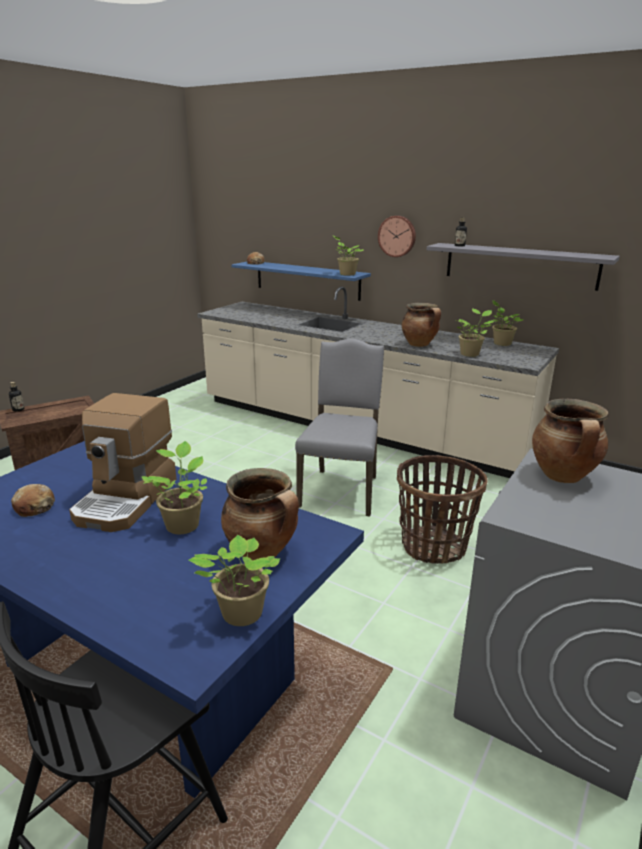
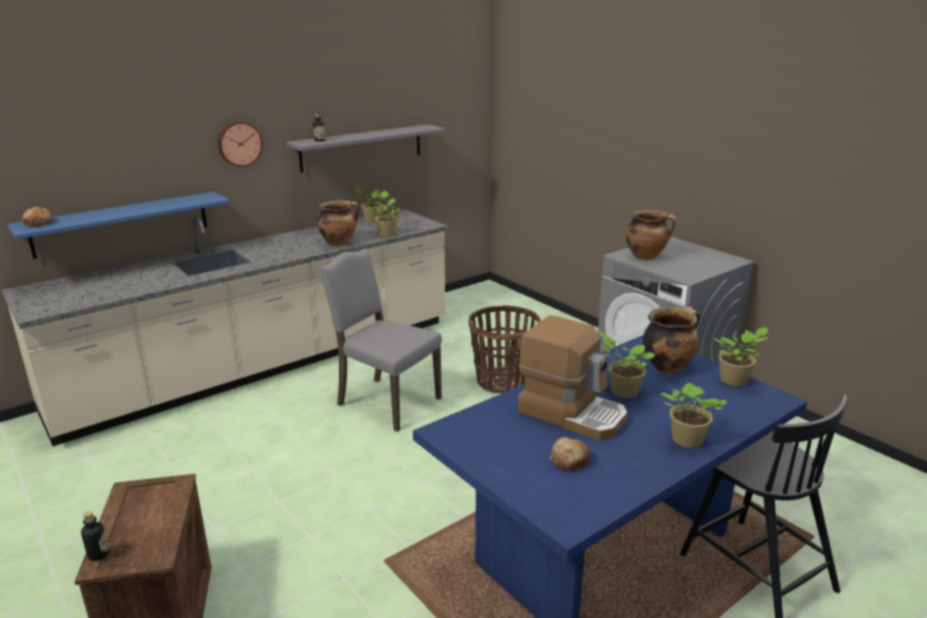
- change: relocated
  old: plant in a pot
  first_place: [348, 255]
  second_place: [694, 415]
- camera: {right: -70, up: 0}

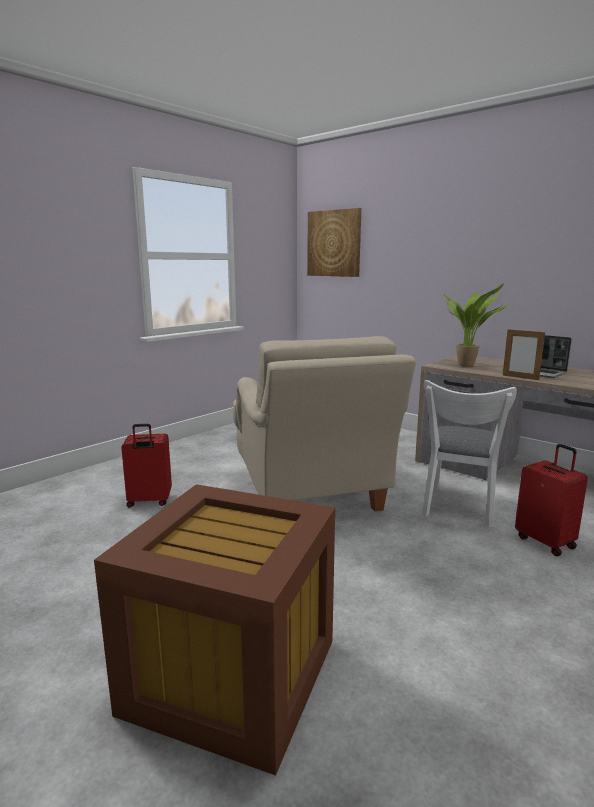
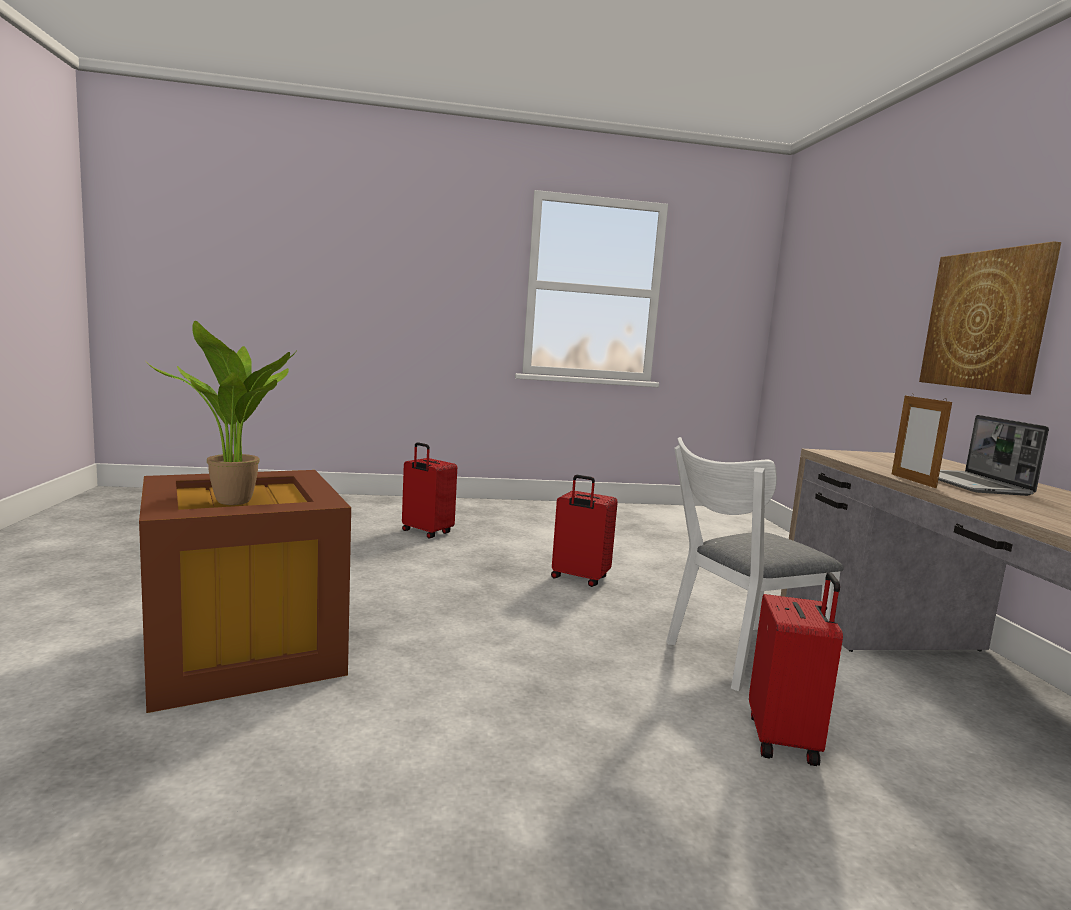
- change: relocated
  old: plant in a pot
  first_place: [475, 325]
  second_place: [222, 413]
- change: exchanged
  old: lounge chair in sand-coloured
  new: suitcase in reddish
  first_place: [324, 423]
  second_place: [584, 531]
- change: relocated
  old: wall picture
  first_place: [334, 242]
  second_place: [990, 318]
- camera: {right: 40, up: -5}

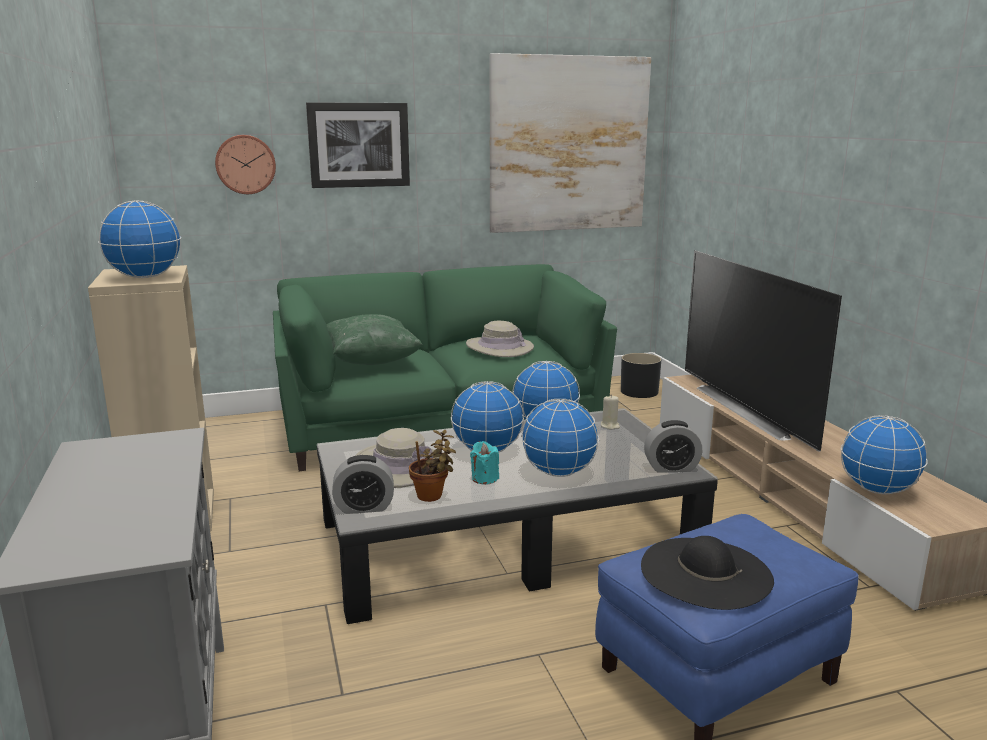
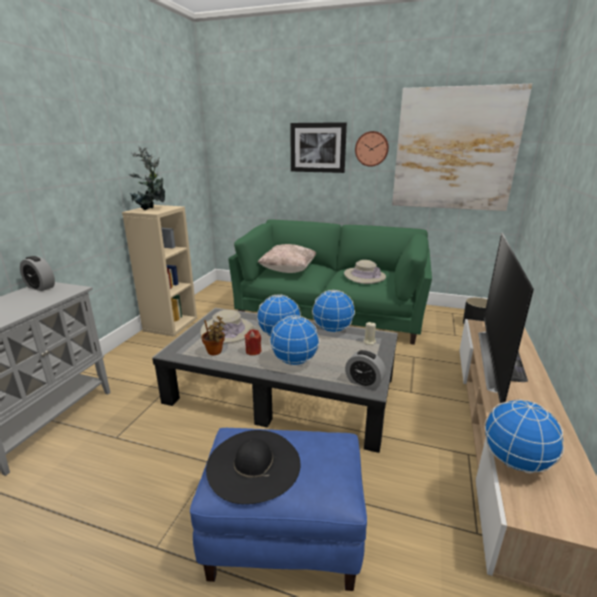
- change: relocated
  old: alarm clock
  first_place: [363, 484]
  second_place: [37, 273]
- change: exchanged
  old: desk globe
  new: plant in a pot
  first_place: [139, 239]
  second_place: [147, 178]
- change: colour
  old: wax light in turquoise
  new: wax light in reddish
  first_place: [484, 462]
  second_place: [253, 342]
- change: colour
  old: cushion in green-coloured
  new: cushion in sand-coloured
  first_place: [374, 339]
  second_place: [286, 258]
- change: relocated
  old: hanging clock
  first_place: [245, 164]
  second_place: [372, 149]
- camera: {right: 35, up: 5}

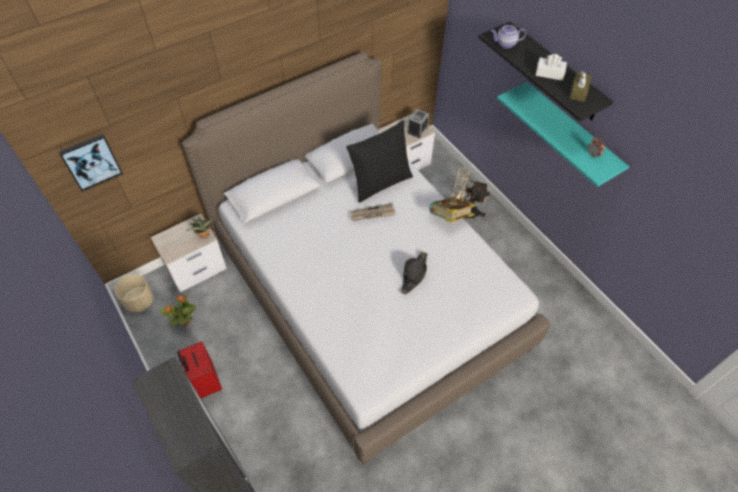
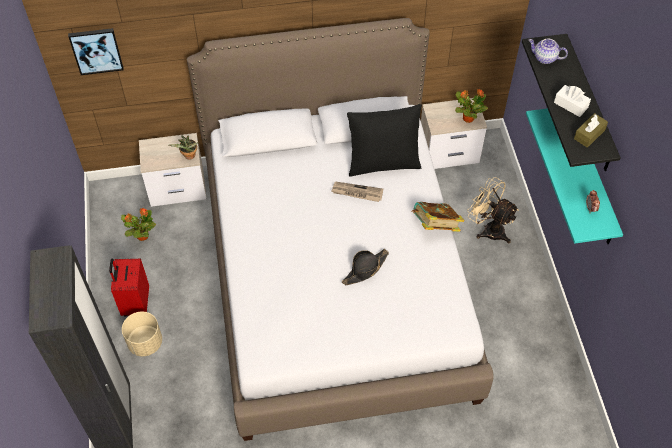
- change: relocated
  old: plant pot in sand-coloured
  first_place: [134, 293]
  second_place: [142, 334]
- change: exchanged
  old: alarm clock
  new: plant in a pot
  first_place: [418, 123]
  second_place: [471, 106]
- camera: {right: 25, up: 0}

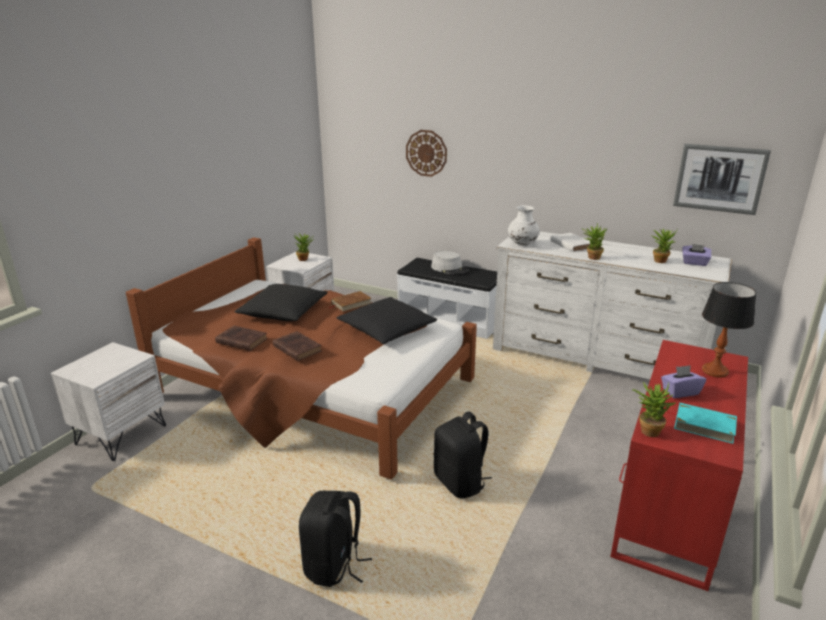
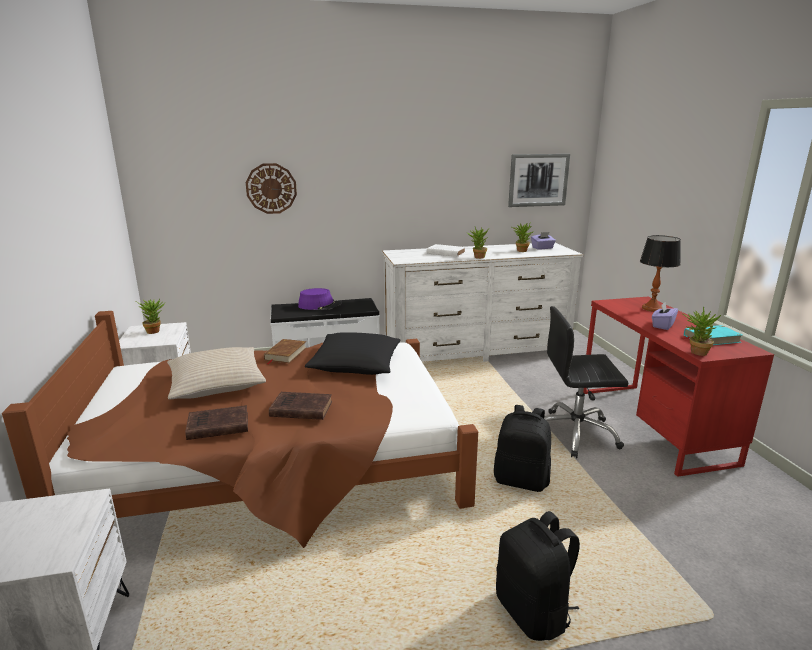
- change: colour
  old: cushion in black
  new: cushion in sand-coloured
  first_place: [281, 302]
  second_place: [216, 373]
- change: colour
  old: wearable hat in gray
  new: wearable hat in purple
  first_place: [450, 263]
  second_place: [320, 299]
- change: appeared
  new: office chair in black
  second_place: [586, 382]
- change: missing
  old: vase in white-coloured
  first_place: [524, 225]
- camera: {right: -40, up: -5}

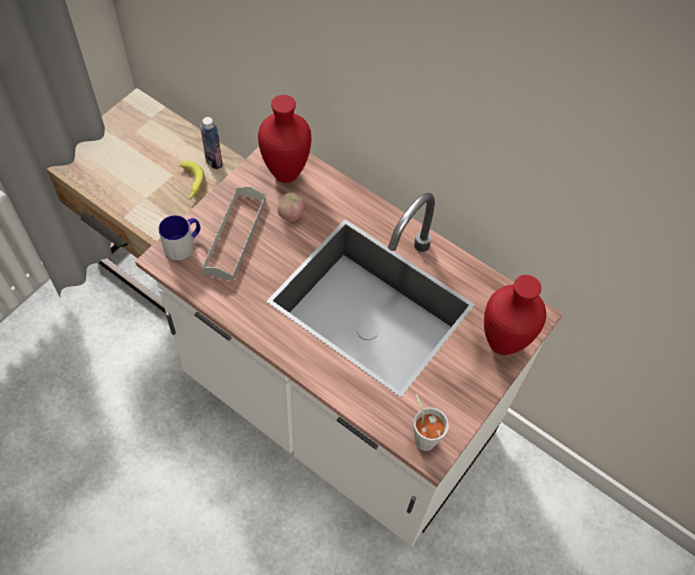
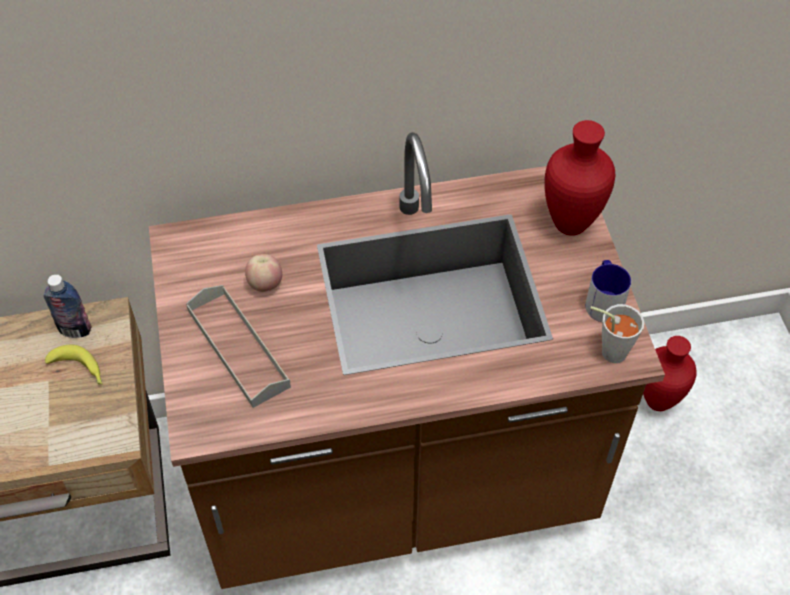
- change: colour
  old: kitchen counter in white-coloured
  new: kitchen counter in brown
  first_place: [349, 347]
  second_place: [407, 360]
- change: relocated
  old: coffee mug
  first_place: [179, 237]
  second_place: [608, 291]
- change: relocated
  old: vase in reddish
  first_place: [284, 139]
  second_place: [670, 373]
- camera: {right: -45, up: -5}

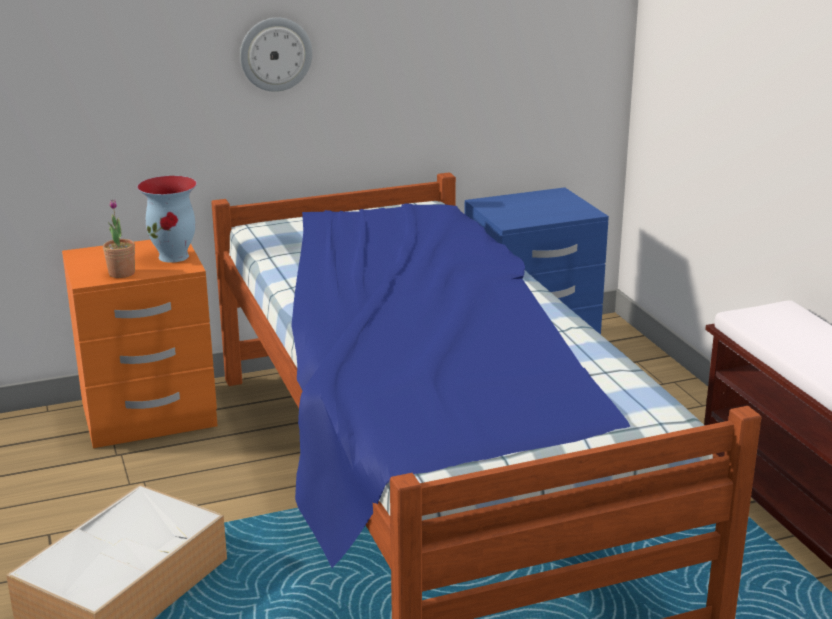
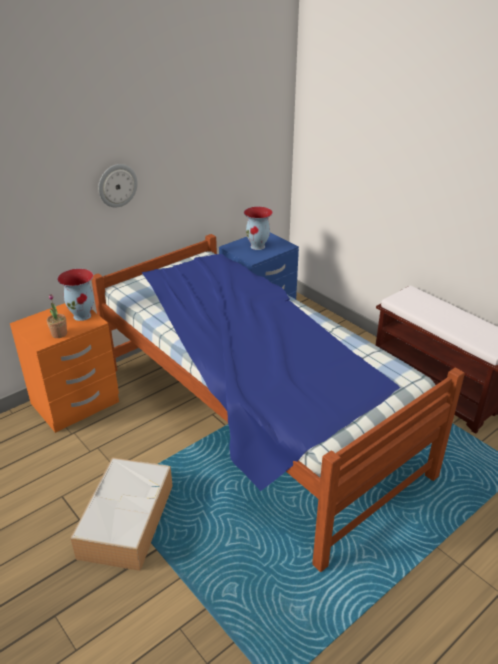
- change: appeared
  new: vase
  second_place: [258, 228]
- camera: {right: -20, up: 10}

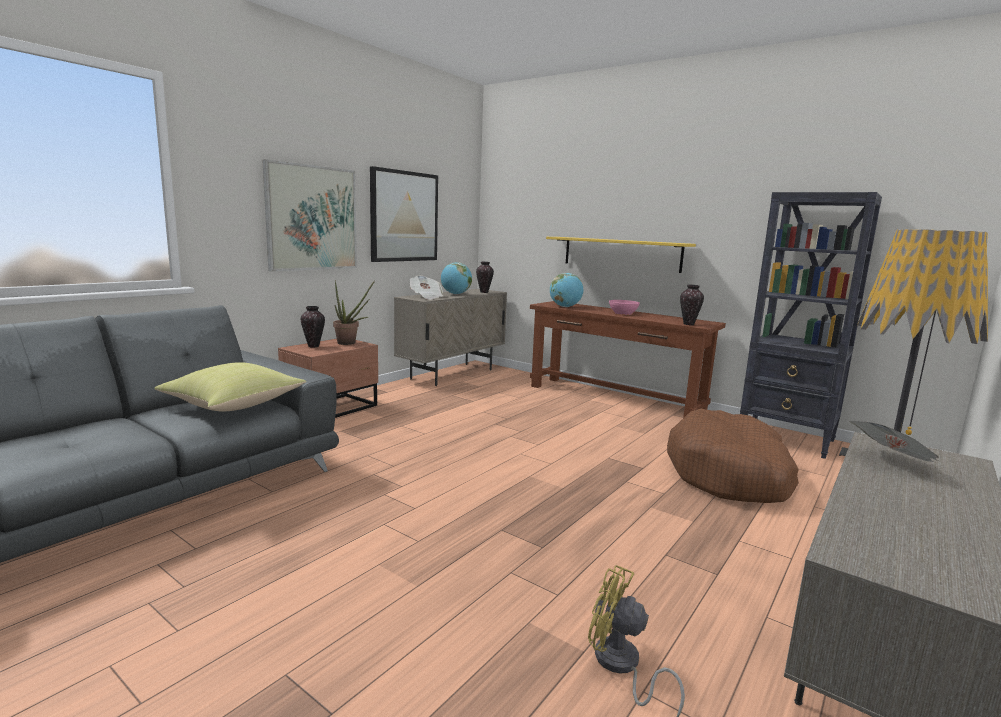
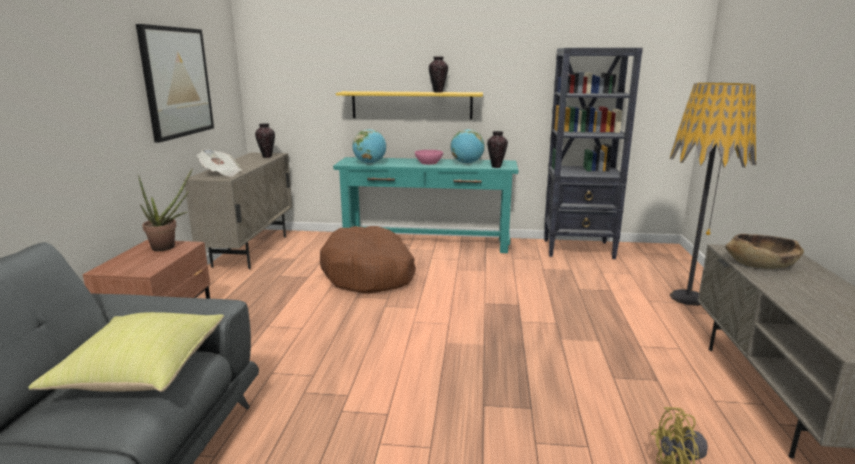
- change: relocated
  old: pet bed in brown
  first_place: [733, 456]
  second_place: [368, 260]
- change: colour
  old: hall table in brown
  new: hall table in turquoise
  first_place: [628, 359]
  second_place: [425, 205]
- change: relocated
  old: vase
  first_place: [313, 326]
  second_place: [438, 74]
- change: relocated
  old: desk globe
  first_place: [456, 278]
  second_place: [467, 146]
- change: exchanged
  old: newspaper
  new: bowl in brown
  first_place: [894, 441]
  second_place: [764, 251]
- change: missing
  old: wall picture
  first_place: [309, 215]
- camera: {right: -30, up: 5}

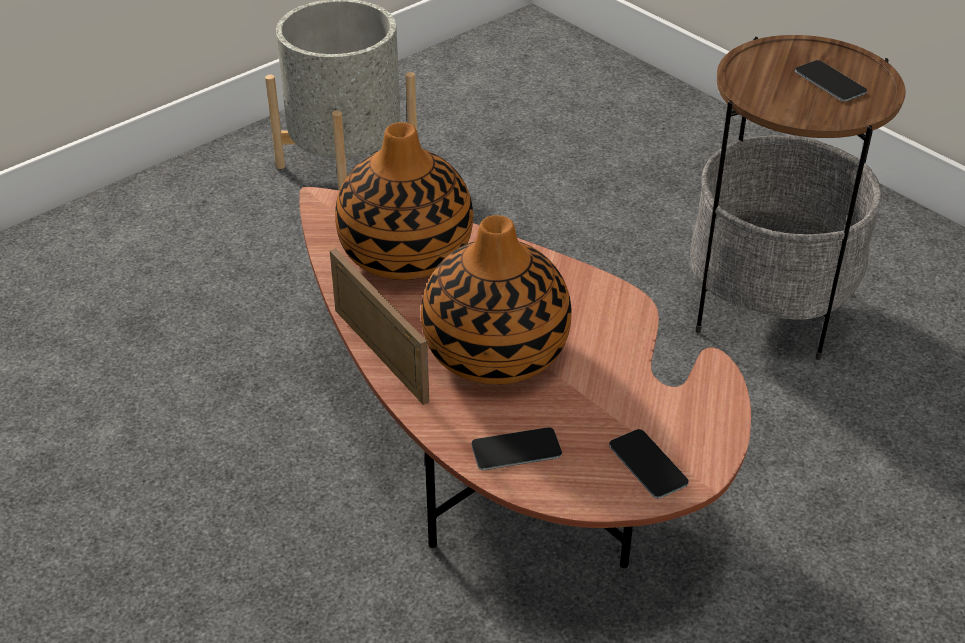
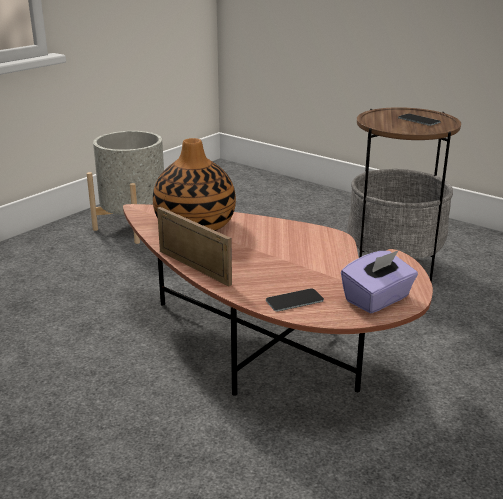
- change: exchanged
  old: phone
  new: tissue holder in purple
  first_place: [649, 463]
  second_place: [379, 282]
- change: missing
  old: vase
  first_place: [496, 299]
- camera: {right: -10, up: -15}

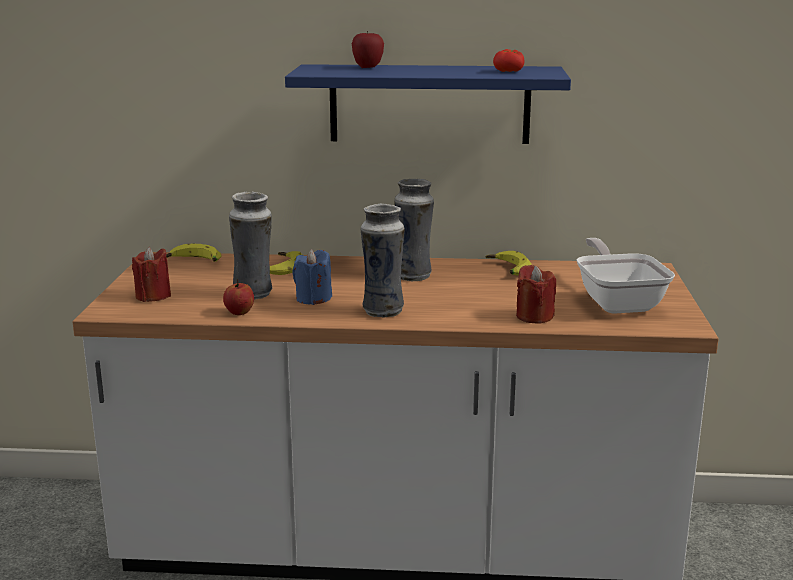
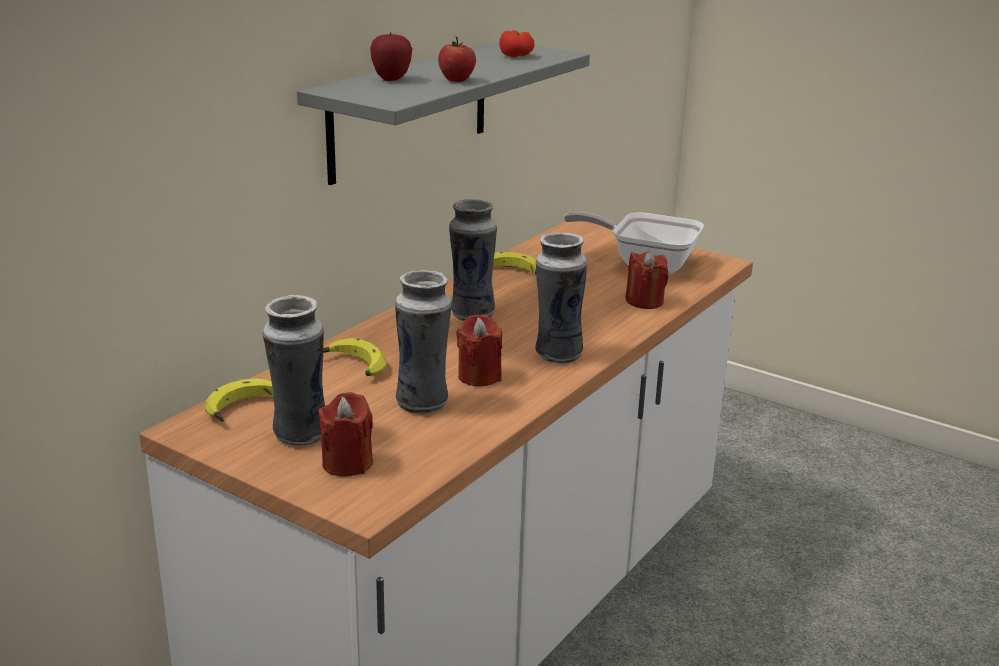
- change: appeared
  new: vase
  second_place: [294, 370]
- change: colour
  old: shelf in blue
  new: shelf in gray
  first_place: [428, 104]
  second_place: [443, 113]
- change: relocated
  old: apple
  first_place: [238, 297]
  second_place: [457, 59]
- change: colour
  old: wax light in blue
  new: wax light in reddish
  first_place: [312, 277]
  second_place: [479, 350]
- camera: {right: -60, up: 5}

